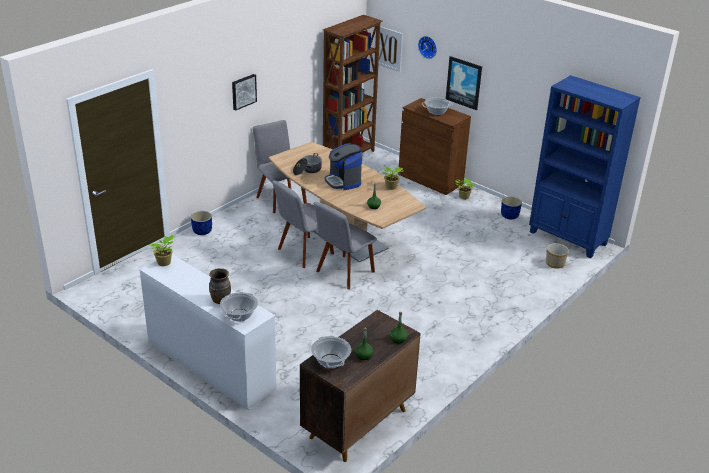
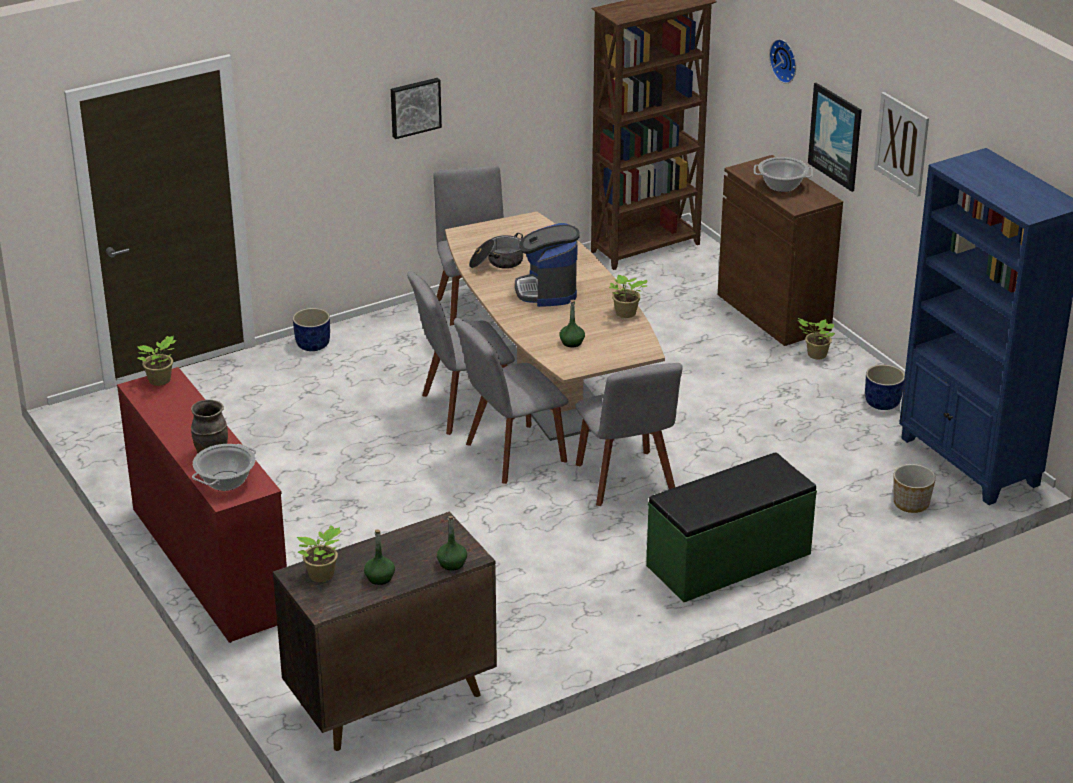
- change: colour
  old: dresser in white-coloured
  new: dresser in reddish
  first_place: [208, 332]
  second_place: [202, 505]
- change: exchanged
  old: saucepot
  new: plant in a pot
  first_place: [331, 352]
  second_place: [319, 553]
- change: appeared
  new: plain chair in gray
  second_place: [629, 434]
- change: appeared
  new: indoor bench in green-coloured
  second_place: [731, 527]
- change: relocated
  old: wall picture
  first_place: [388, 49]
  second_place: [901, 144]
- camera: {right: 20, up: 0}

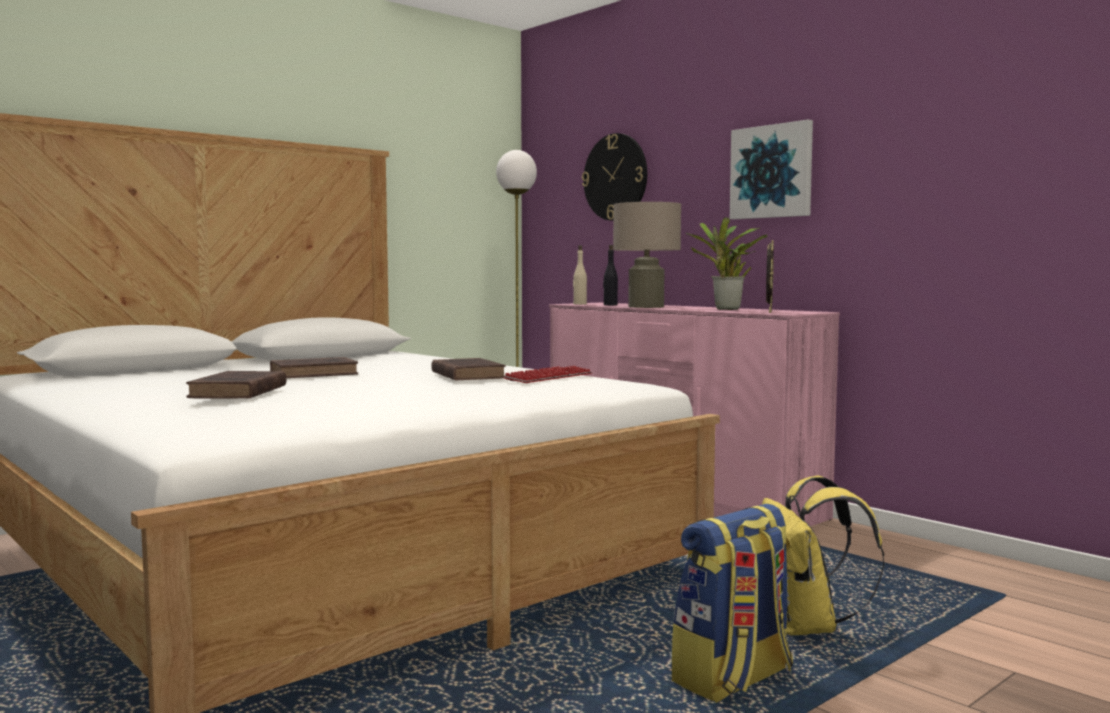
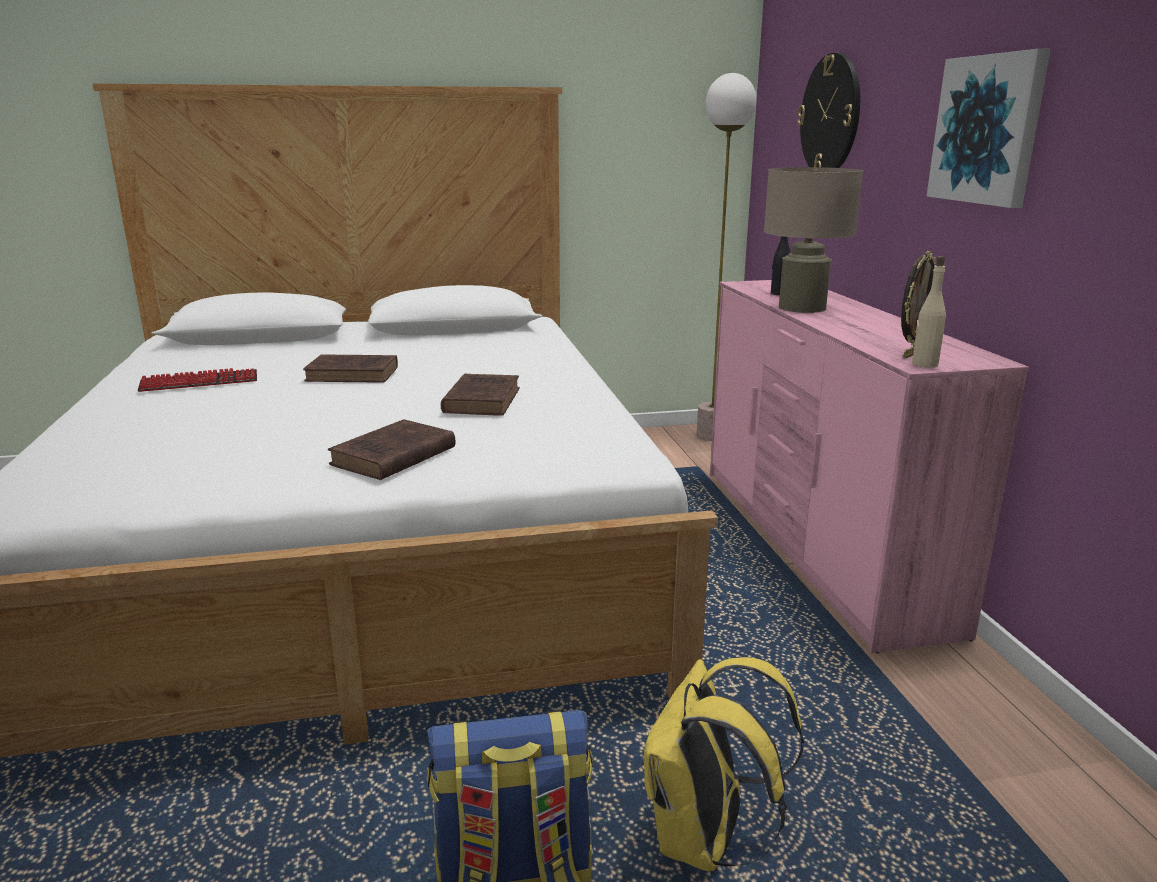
- change: relocated
  old: PC keyboard
  first_place: [548, 374]
  second_place: [197, 380]
- change: relocated
  old: book in brown
  first_place: [236, 385]
  second_place: [391, 449]
- change: relocated
  old: beverage bottle in sand-coloured
  first_place: [580, 275]
  second_place: [929, 312]
- change: missing
  old: plant in a pot
  first_place: [727, 263]
- camera: {right: 30, up: 15}

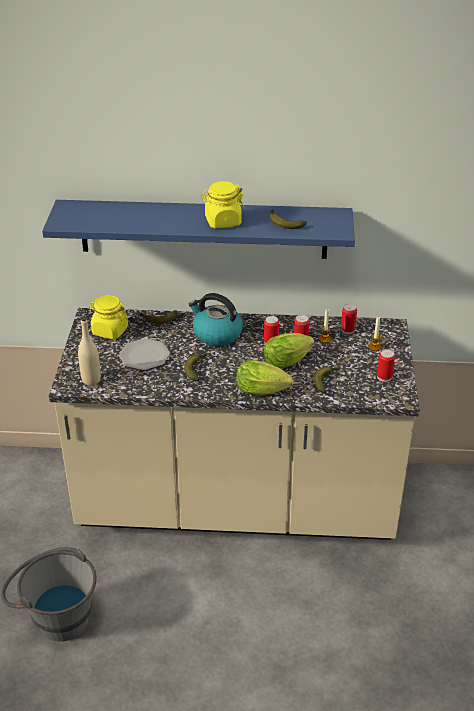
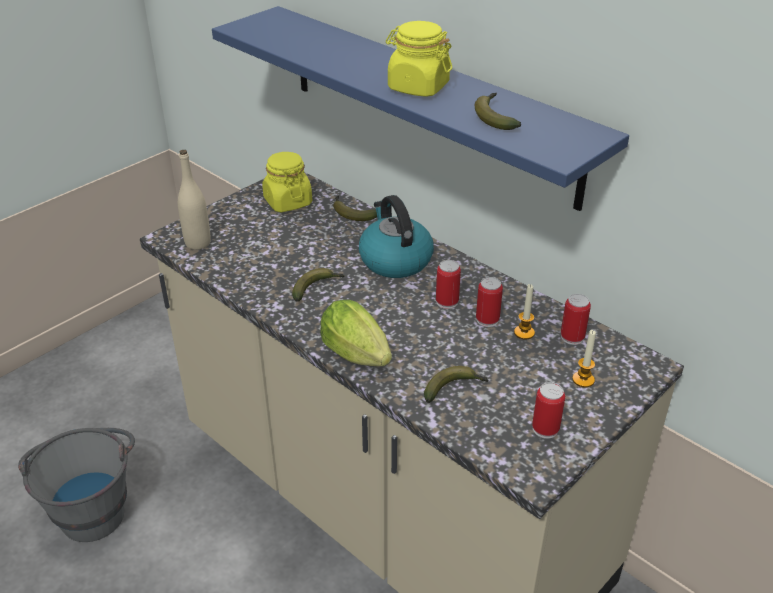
- change: missing
  old: plate
  first_place: [144, 354]
- change: missing
  old: head of lettuce
  first_place: [289, 351]
- camera: {right: 40, up: 0}

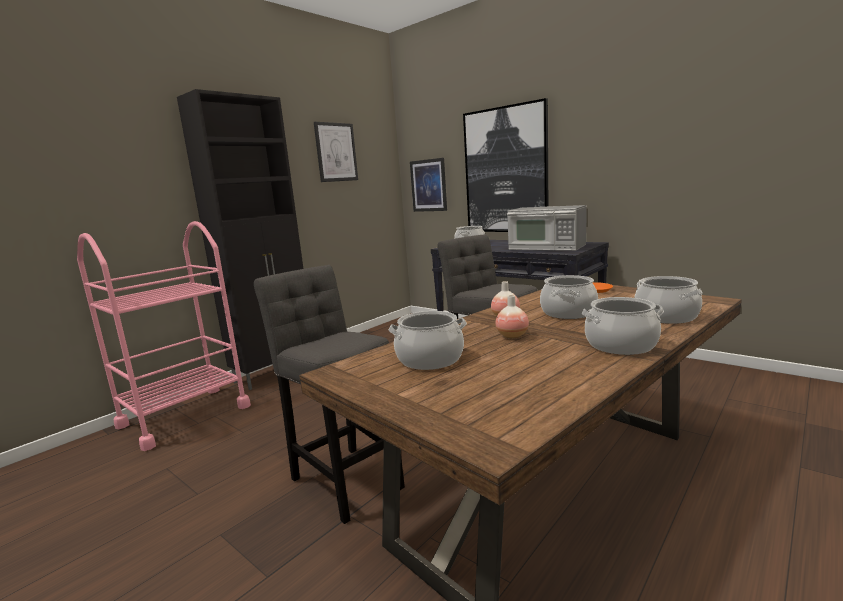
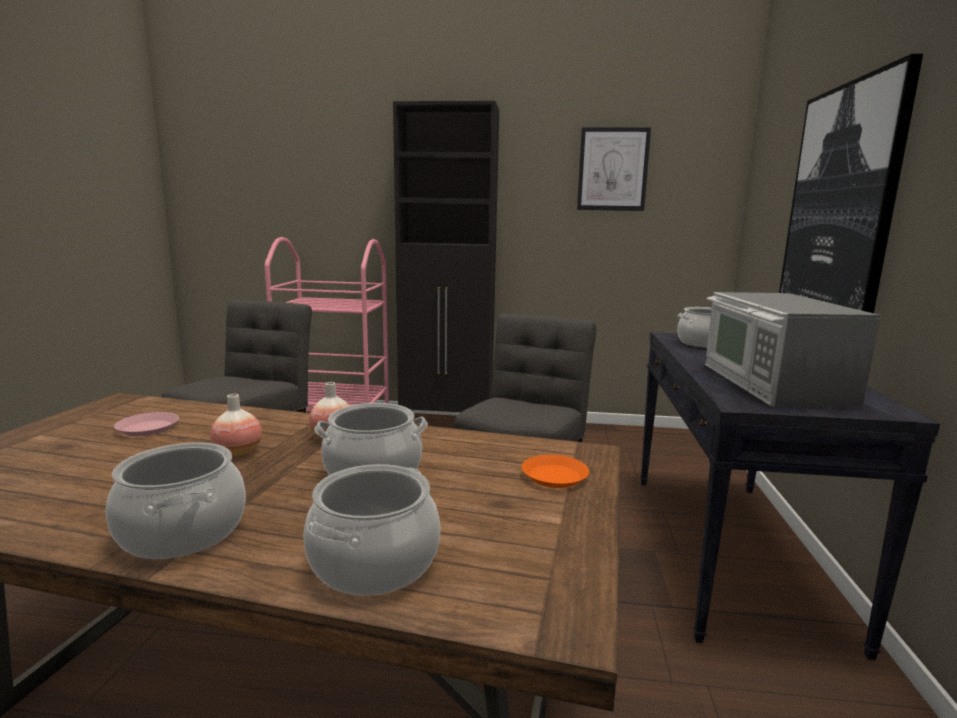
- change: exchanged
  old: saucepot
  new: plate in pink-coloured
  first_place: [427, 340]
  second_place: [146, 424]
- change: missing
  old: wall picture
  first_place: [428, 185]
- camera: {right: 55, up: 0}

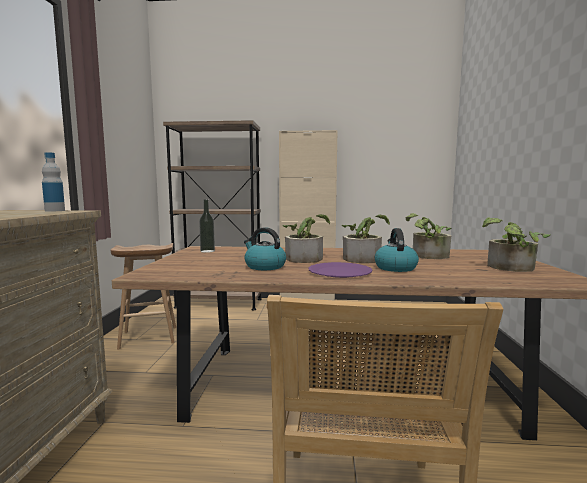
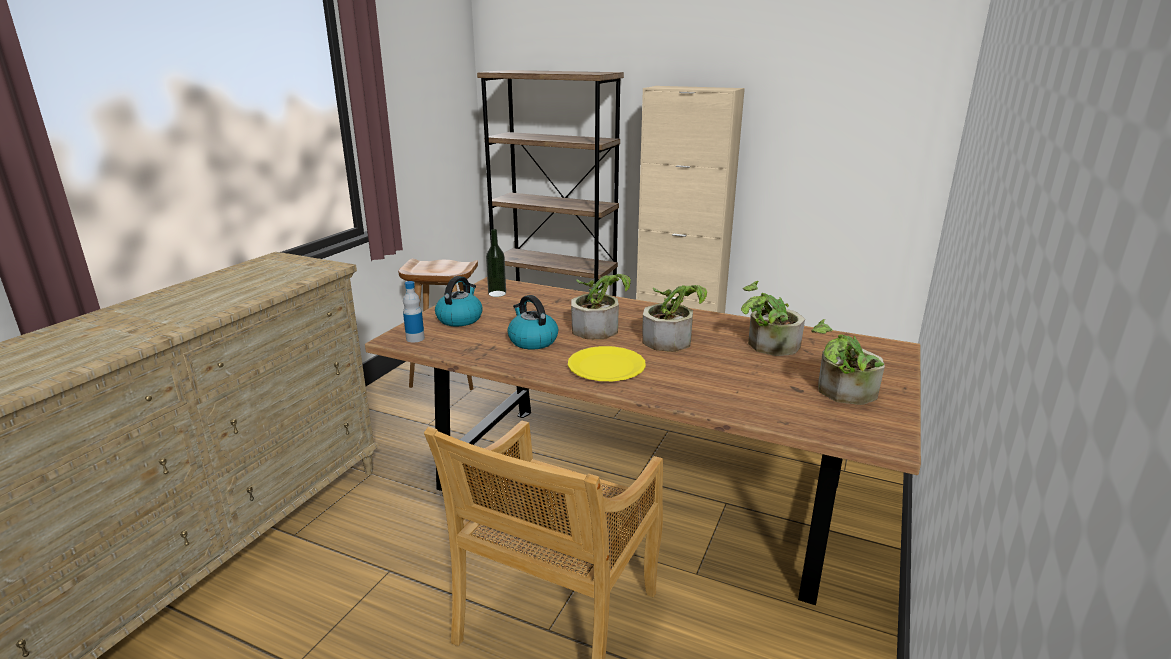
- change: relocated
  old: beverage bottle
  first_place: [53, 182]
  second_place: [414, 312]
- change: relocated
  old: water kettle
  first_place: [397, 250]
  second_place: [459, 301]
- change: colour
  old: plate in purple
  new: plate in yellowish
  first_place: [340, 270]
  second_place: [607, 363]
- camera: {right: 20, up: 15}

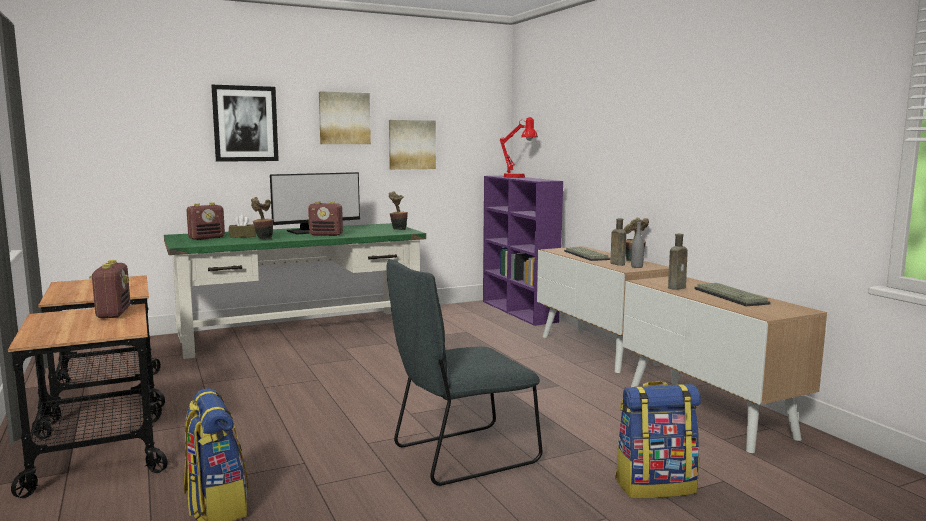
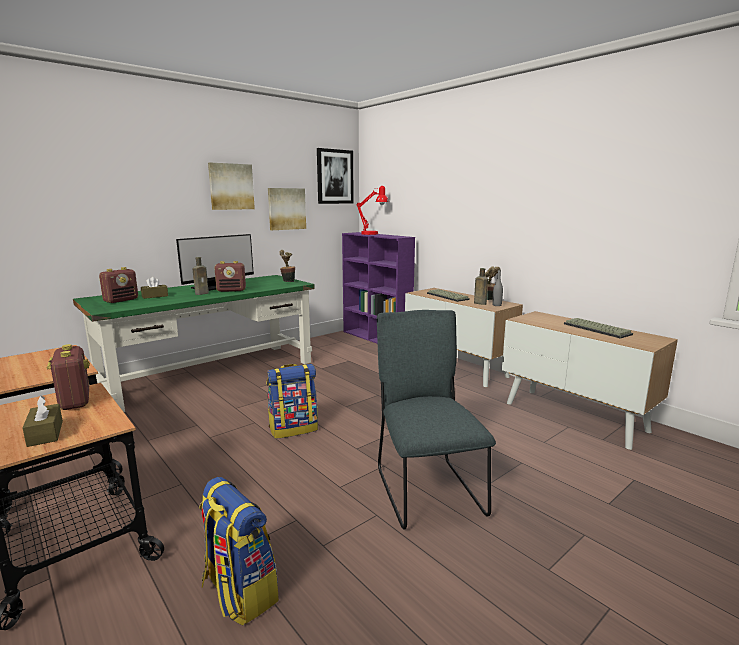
- change: appeared
  new: tissue holder in brown
  second_place: [43, 421]
- change: relocated
  old: beverage bottle in brown
  first_place: [678, 262]
  second_place: [201, 276]
- change: relocated
  old: backpack
  first_place: [658, 439]
  second_place: [292, 401]
- change: relocated
  old: wall picture
  first_place: [245, 123]
  second_place: [335, 176]
- change: spun
  old: plain chair in gray
  first_place: [464, 372]
  second_place: [436, 419]
  degrees: 120
- change: missing
  old: plant in a pot
  first_place: [262, 218]
- camera: {right: -15, up: 5}

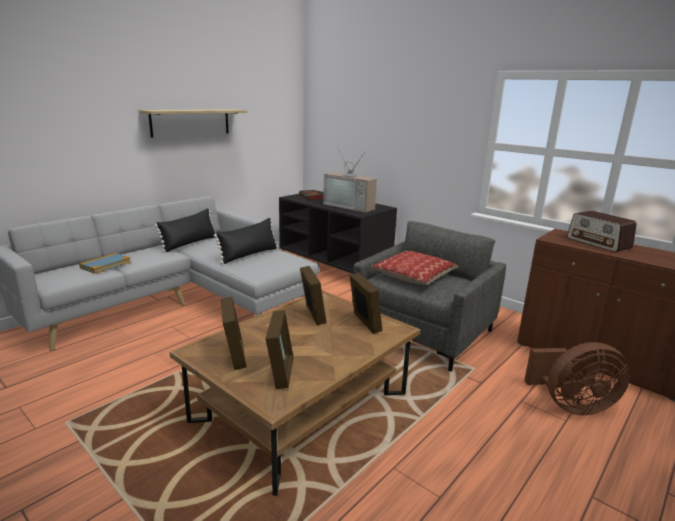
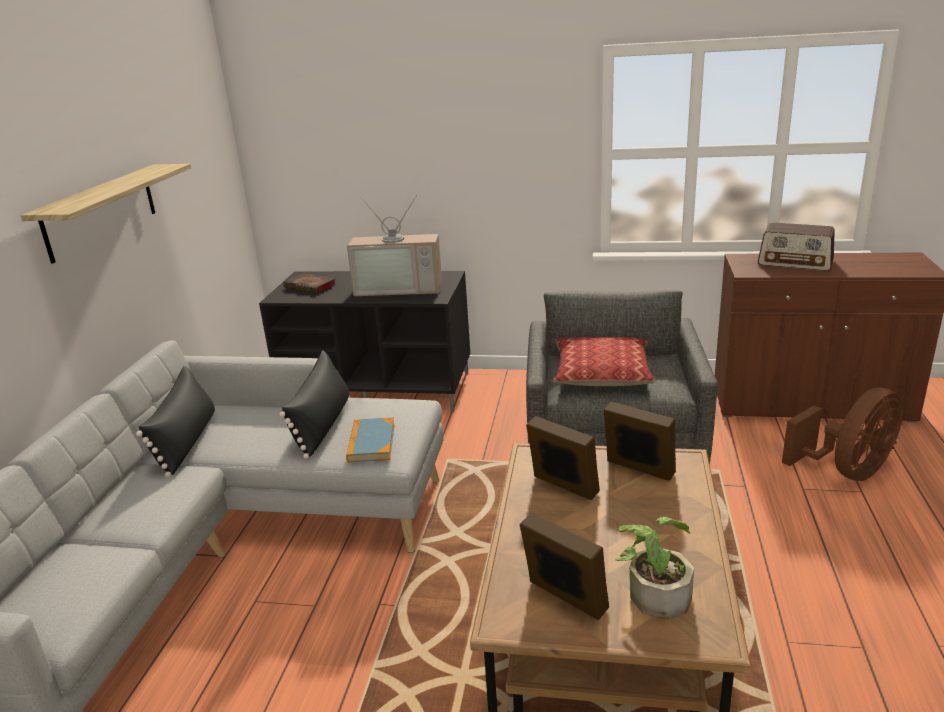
- change: relocated
  old: book
  first_place: [105, 263]
  second_place: [370, 440]
- change: exchanged
  old: standing frame
  new: plant in a pot
  first_place: [279, 349]
  second_place: [654, 568]
- camera: {right: -30, up: 5}

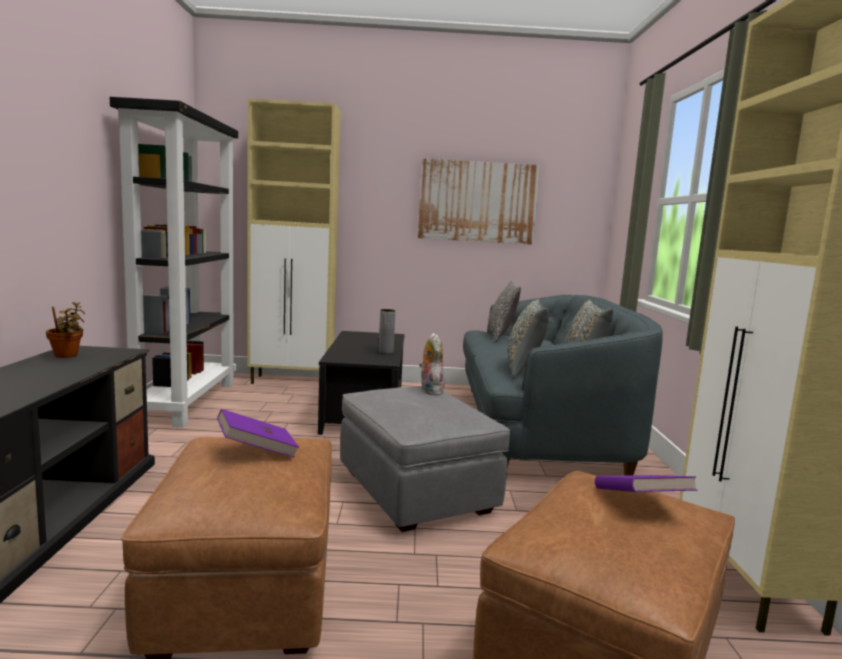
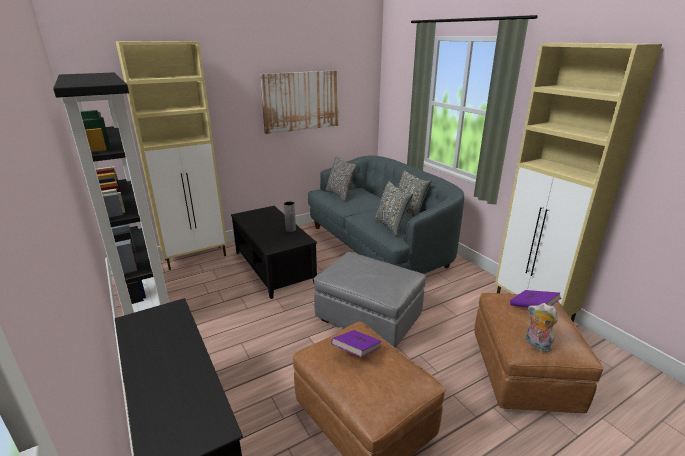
- change: relocated
  old: cuddly toy
  first_place: [431, 364]
  second_place: [542, 327]
- change: missing
  old: plant in a pot
  first_place: [65, 330]
- camera: {right: -30, up: 15}

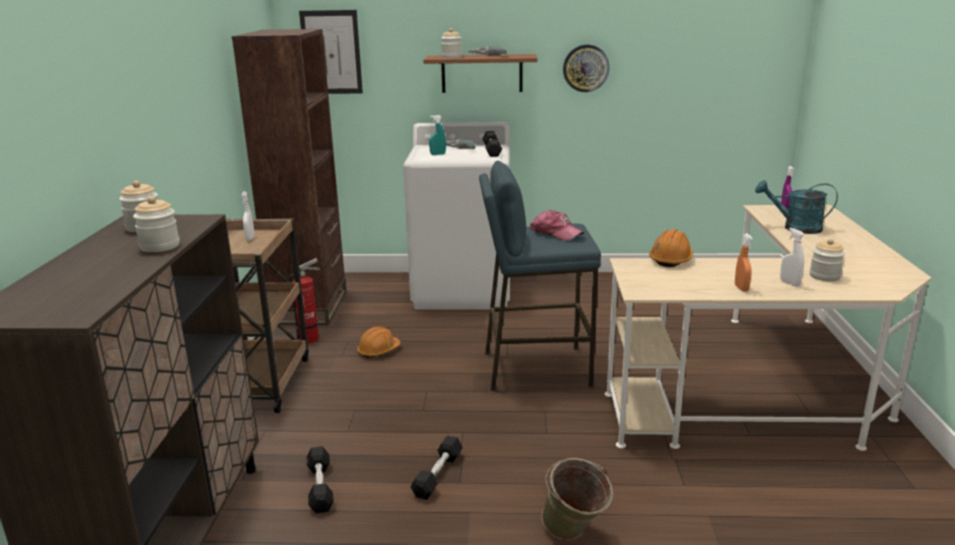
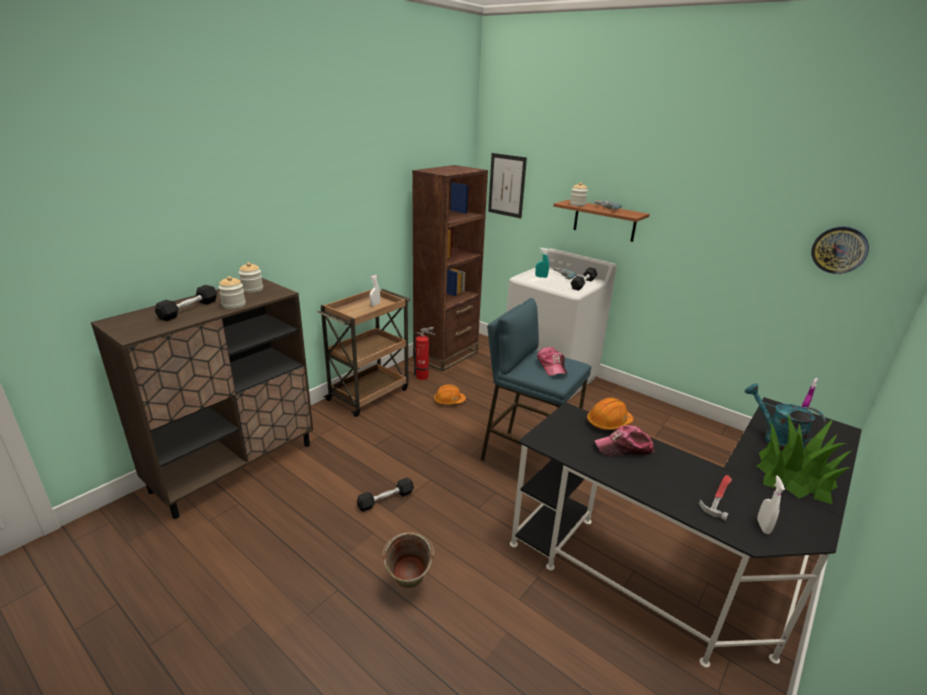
- change: relocated
  old: hand weight in black
  first_place: [320, 480]
  second_place: [186, 303]
- change: colour
  old: desk unit in sand-coloured
  new: desk unit in black
  first_place: [768, 328]
  second_place: [686, 532]
- change: appeared
  new: peaked cap
  second_place: [624, 441]
- change: exchanged
  old: jar
  new: tool hammer
  first_place: [827, 260]
  second_place: [715, 498]
- change: appeared
  new: plant in a pot
  second_place: [803, 459]
- change: relocated
  old: hand sprayer in white-coloured
  first_place: [792, 257]
  second_place: [771, 505]
- change: relocated
  old: hanging clock
  first_place: [586, 68]
  second_place: [840, 250]
- change: missing
  old: hand sprayer in orange-coloured
  first_place: [744, 262]
- camera: {right: 35, up: 5}

